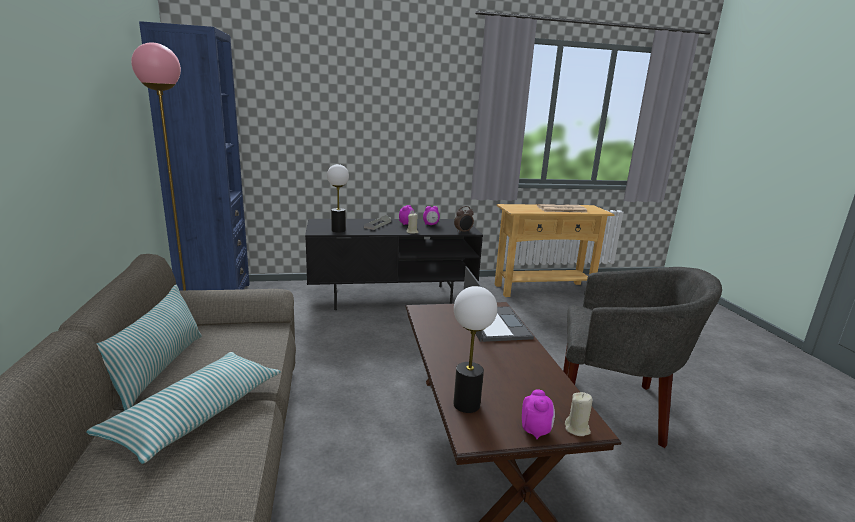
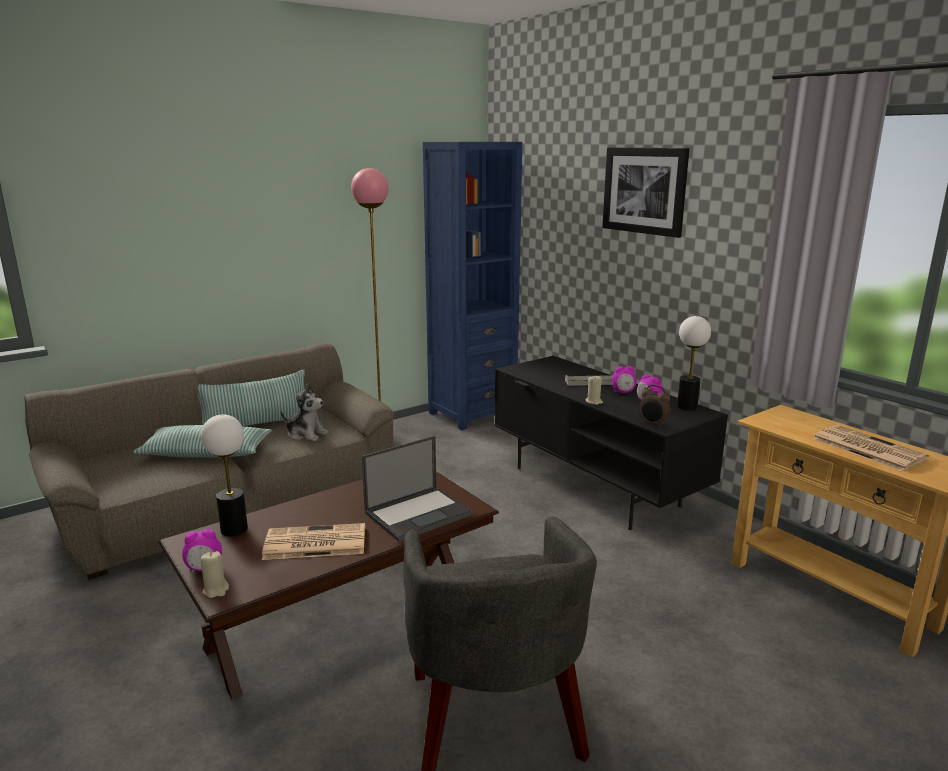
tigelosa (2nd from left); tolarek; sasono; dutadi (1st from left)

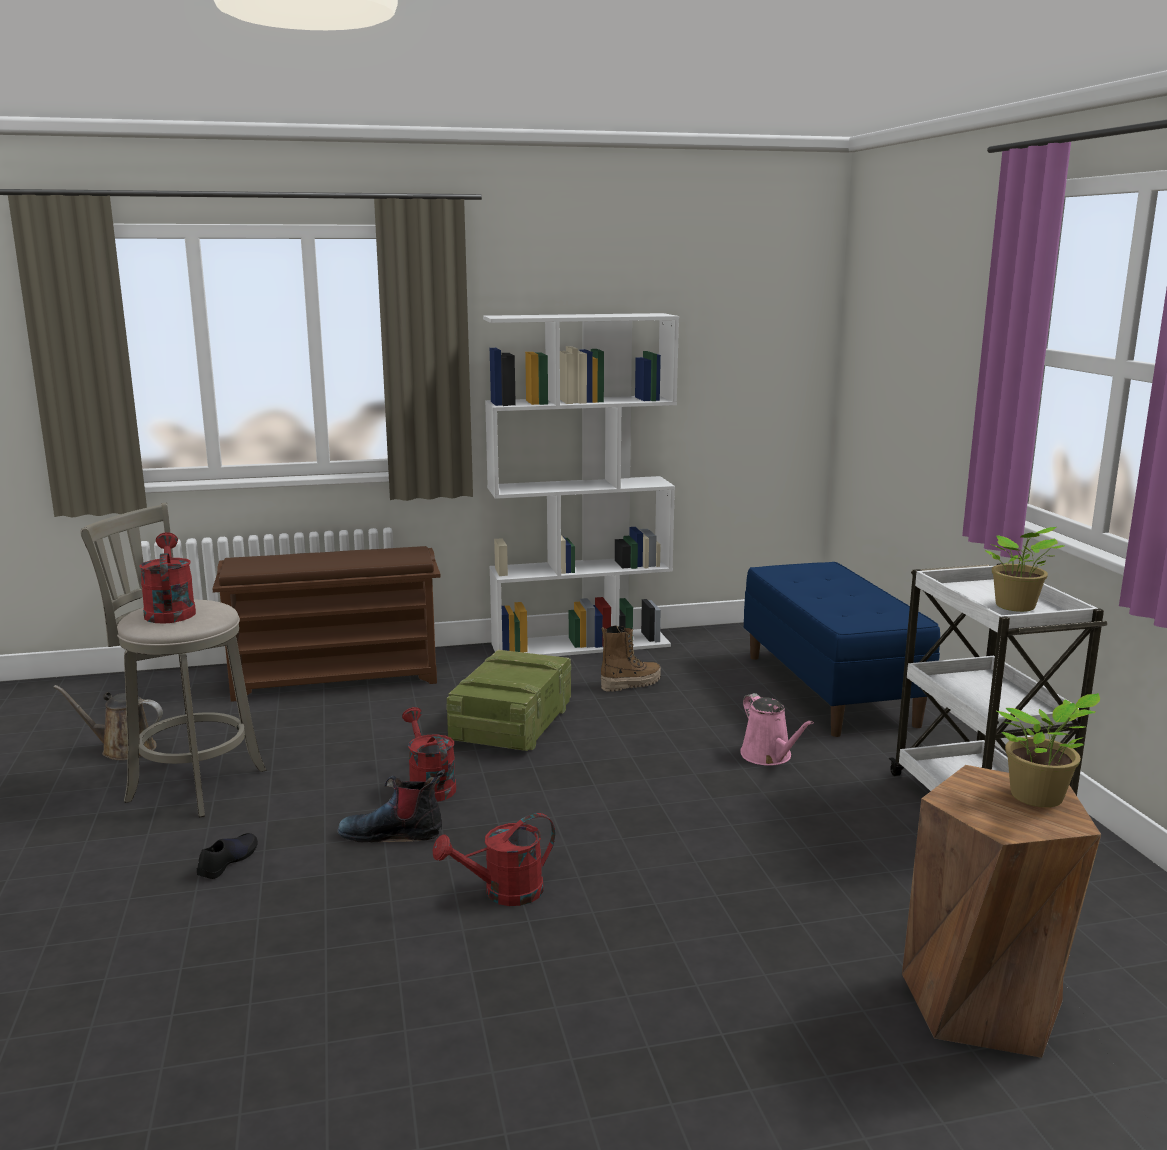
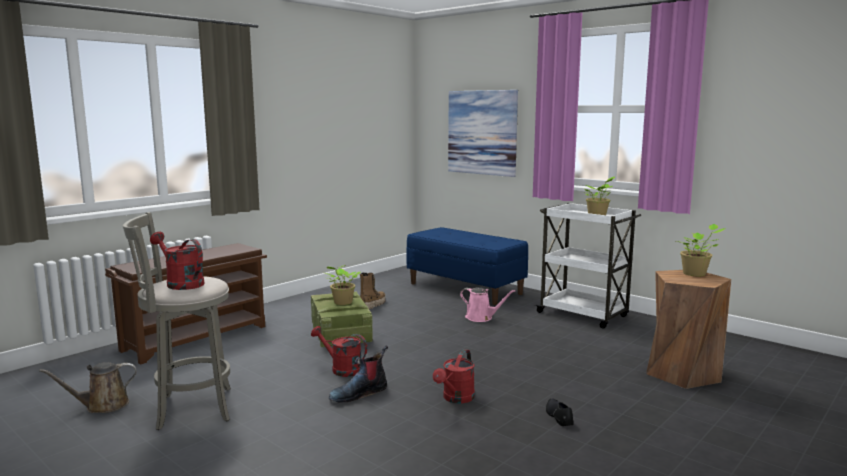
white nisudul; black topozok; tolarek; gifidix (1st from left)

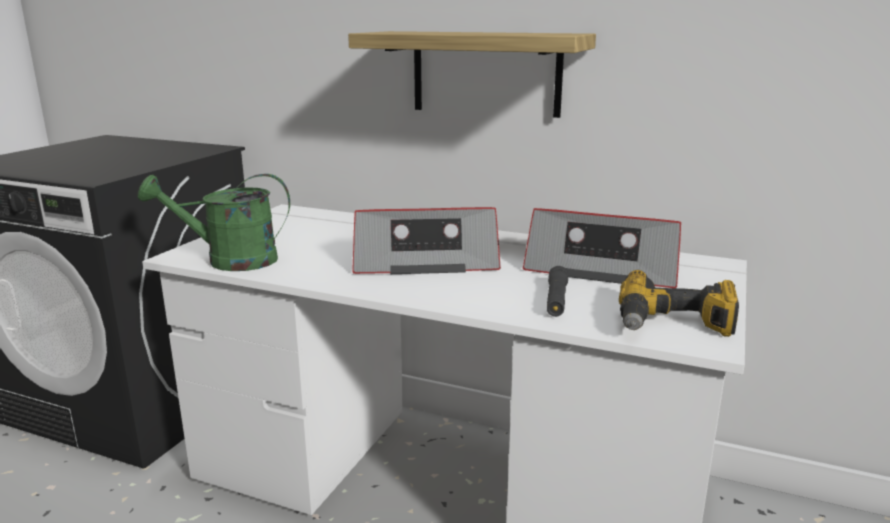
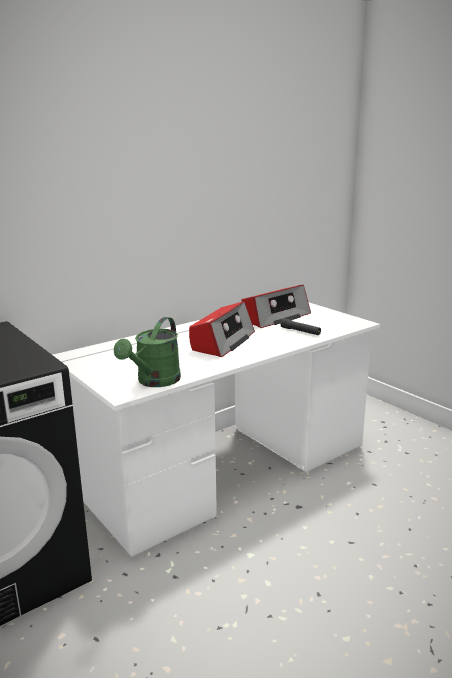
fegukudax; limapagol

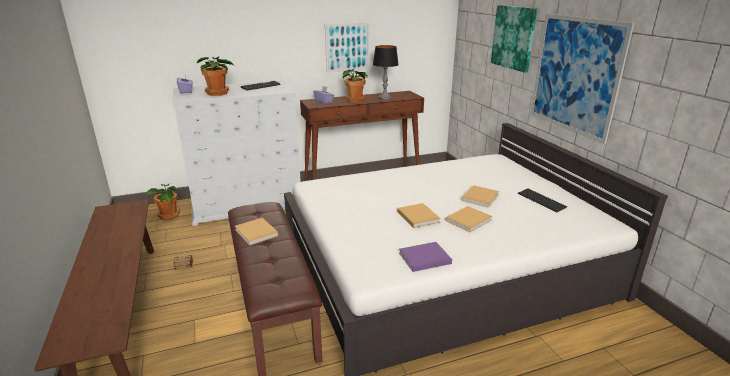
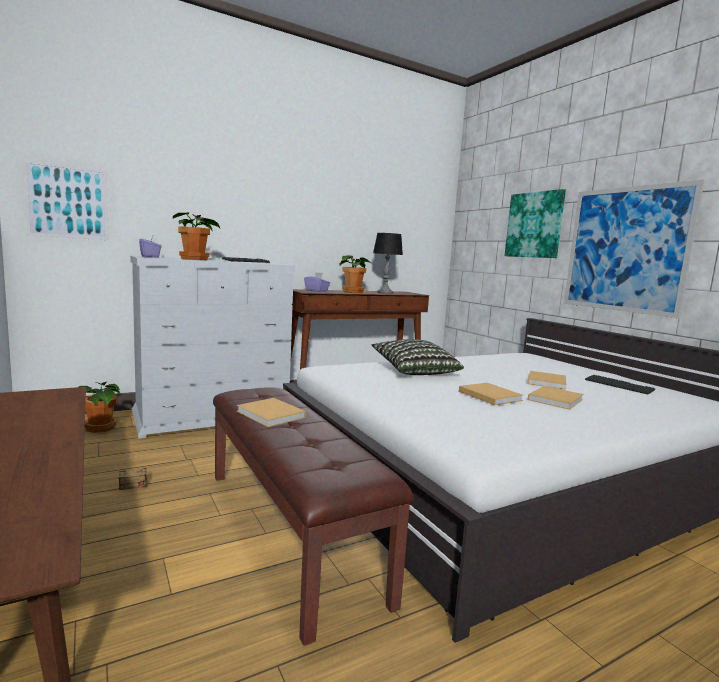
tolarek (1st from left); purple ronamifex; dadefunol

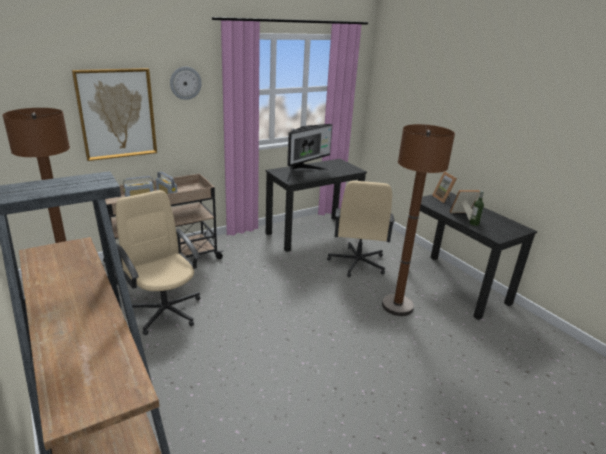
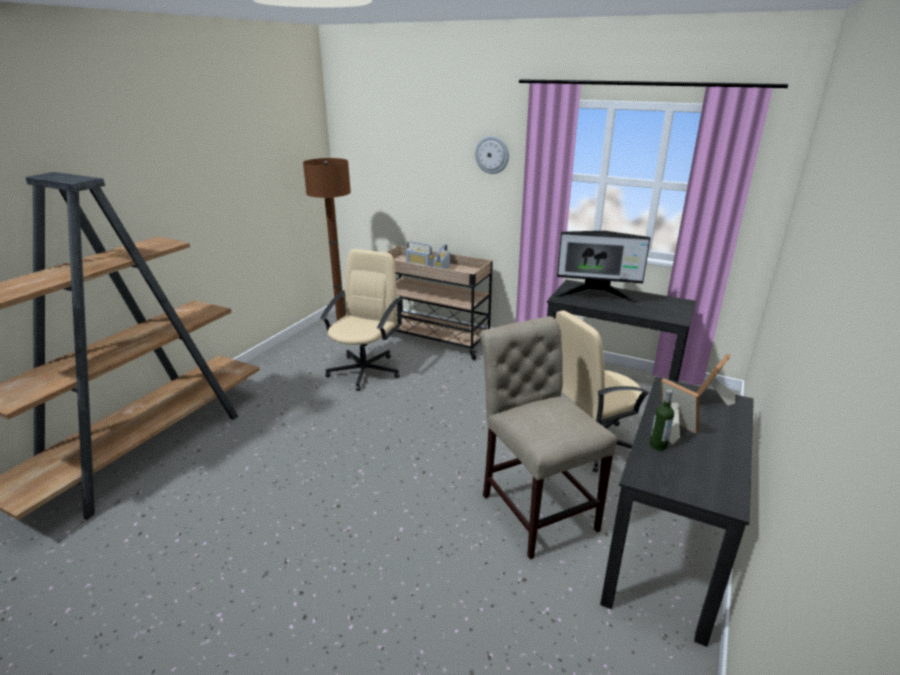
tolarek; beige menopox

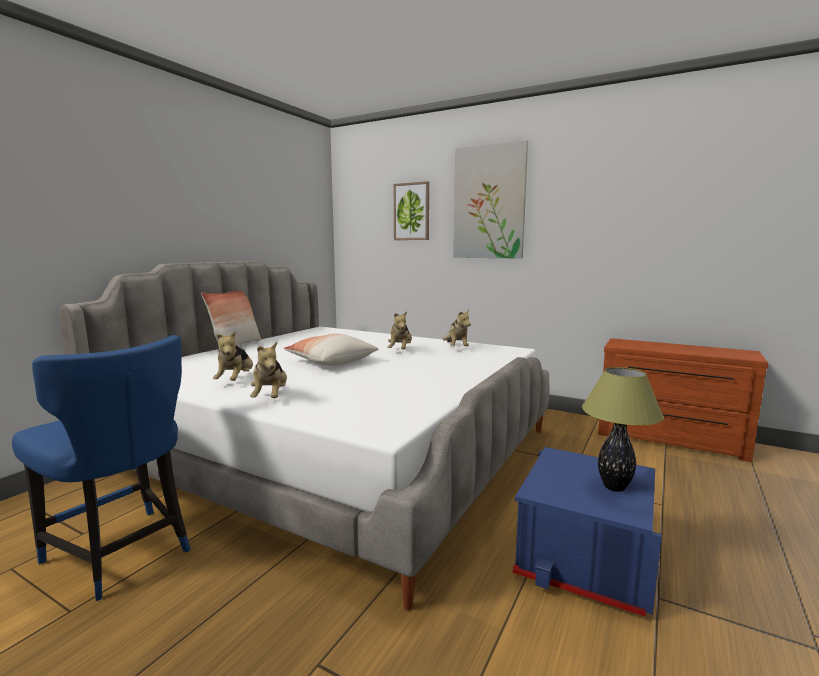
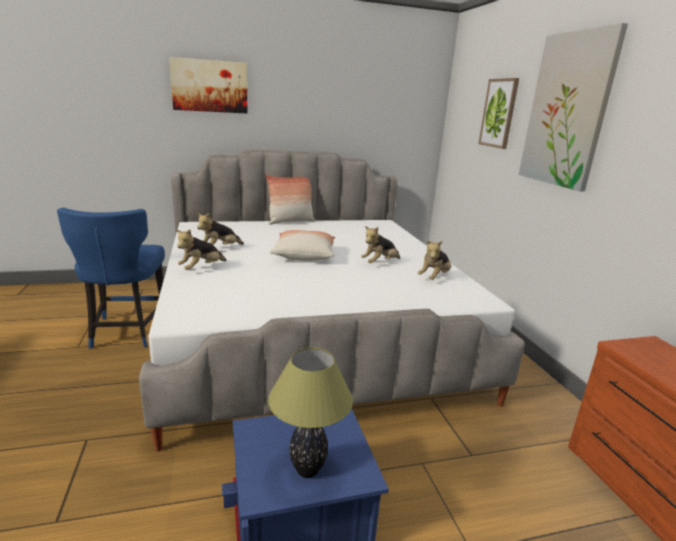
tolarek (1st from left)

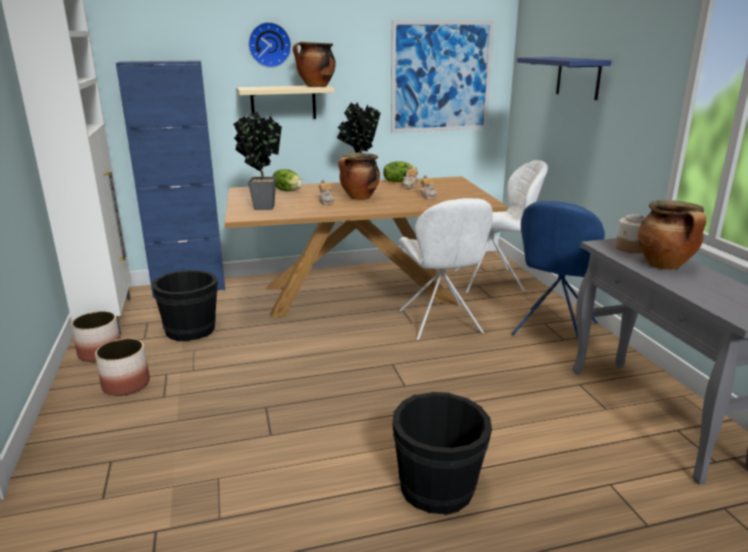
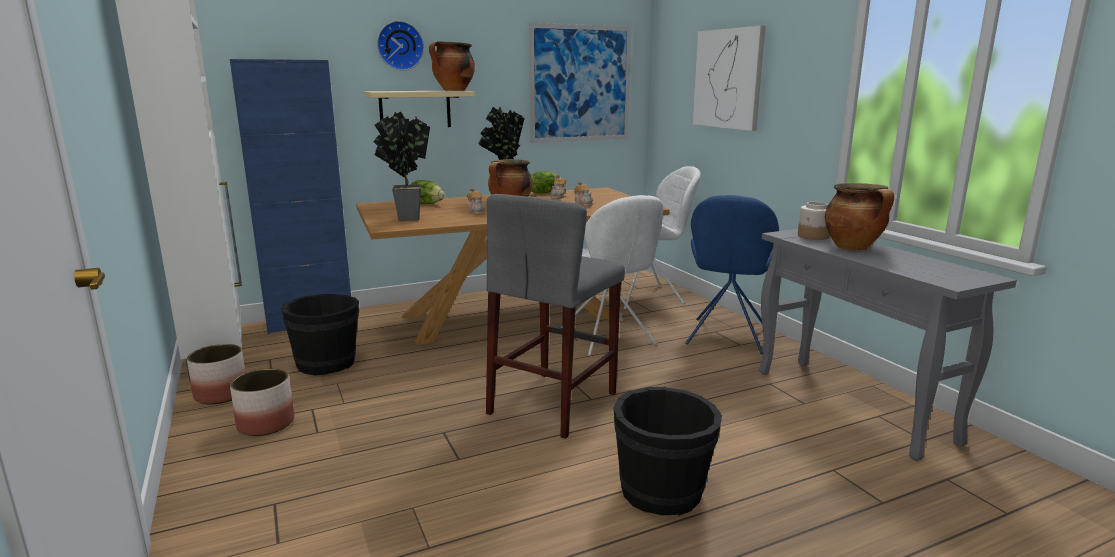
tolarek (2nd from left); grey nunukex

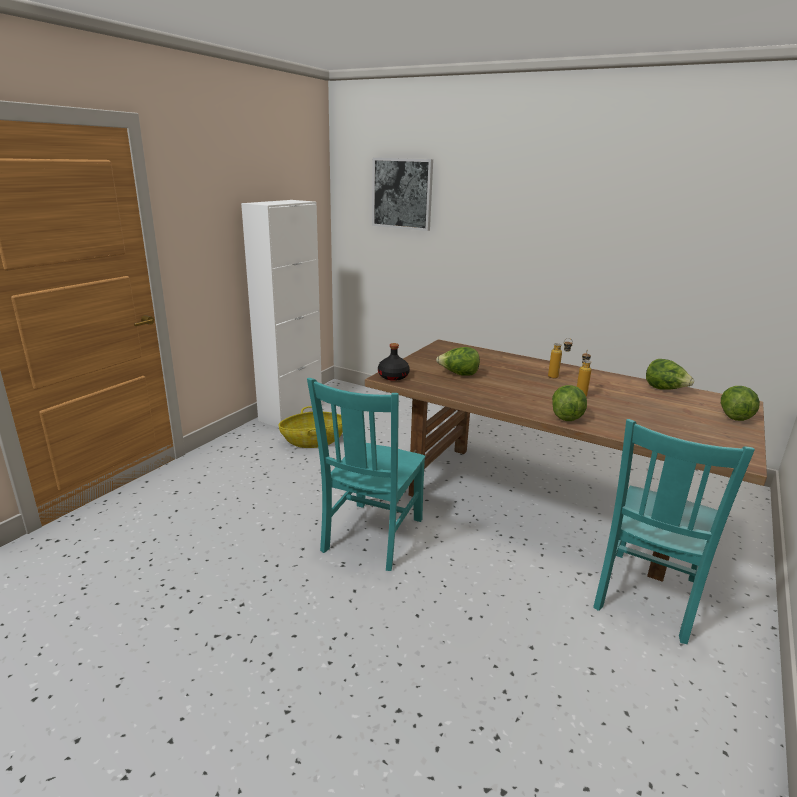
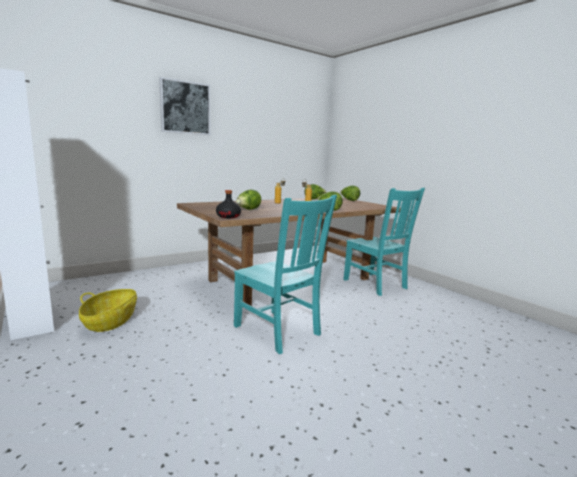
tolarek

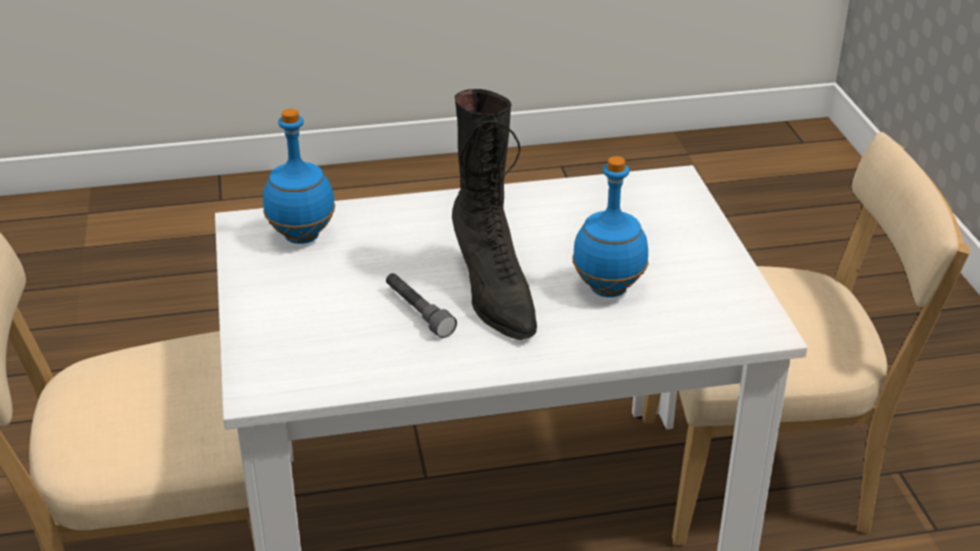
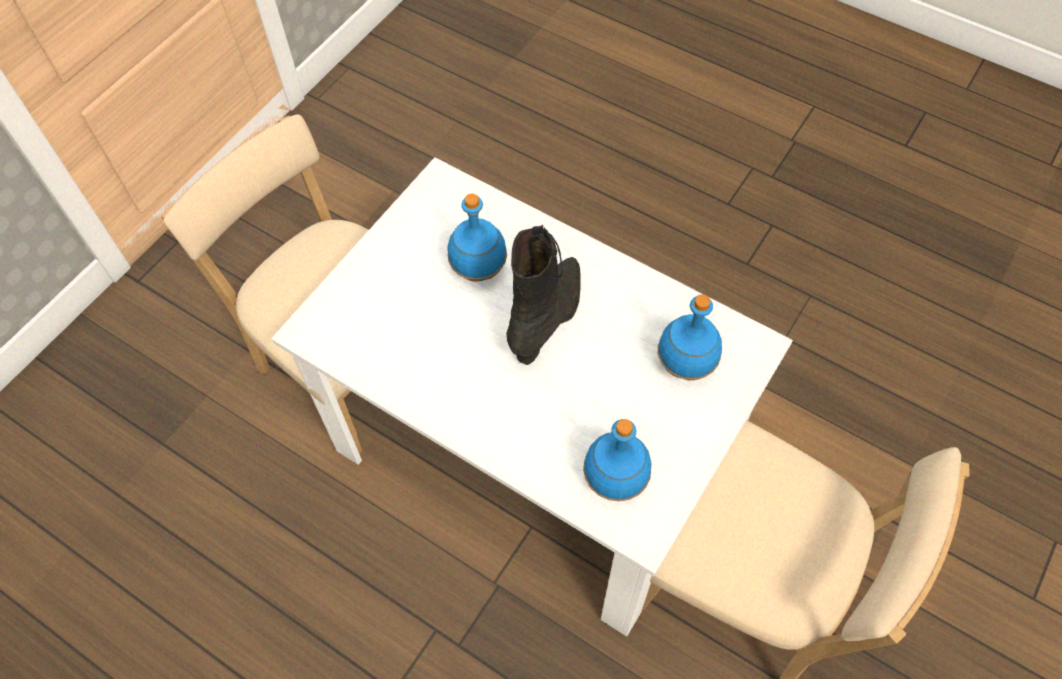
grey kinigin; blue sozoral (3rd from left)

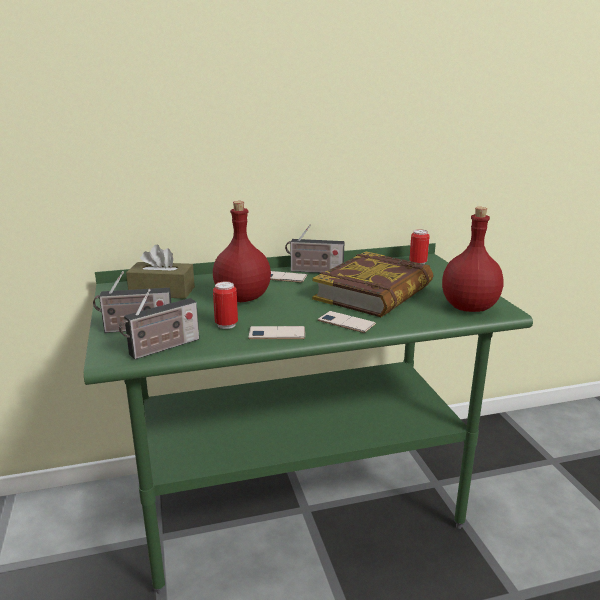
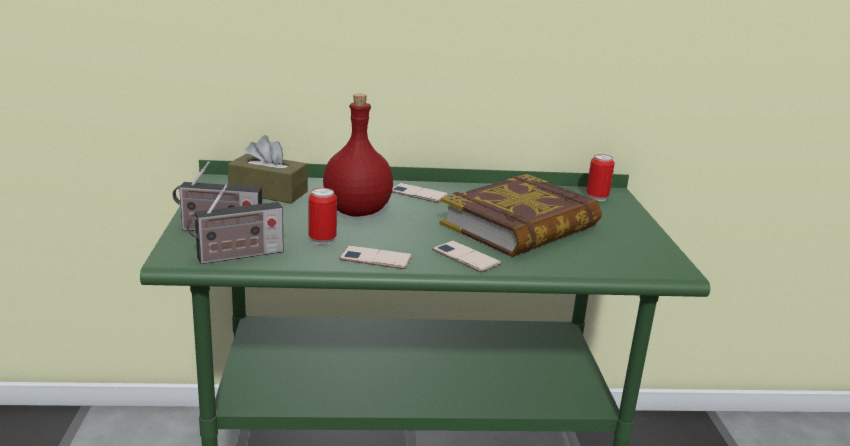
red sozoral (2nd from left in the first image); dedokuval (3rd from left in the first image)

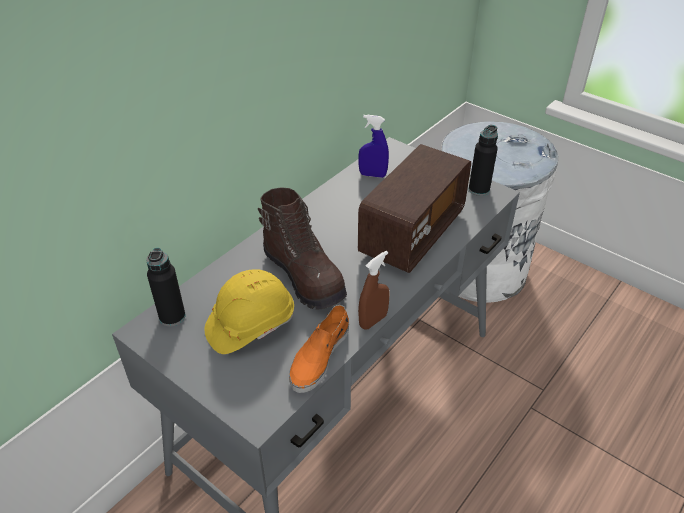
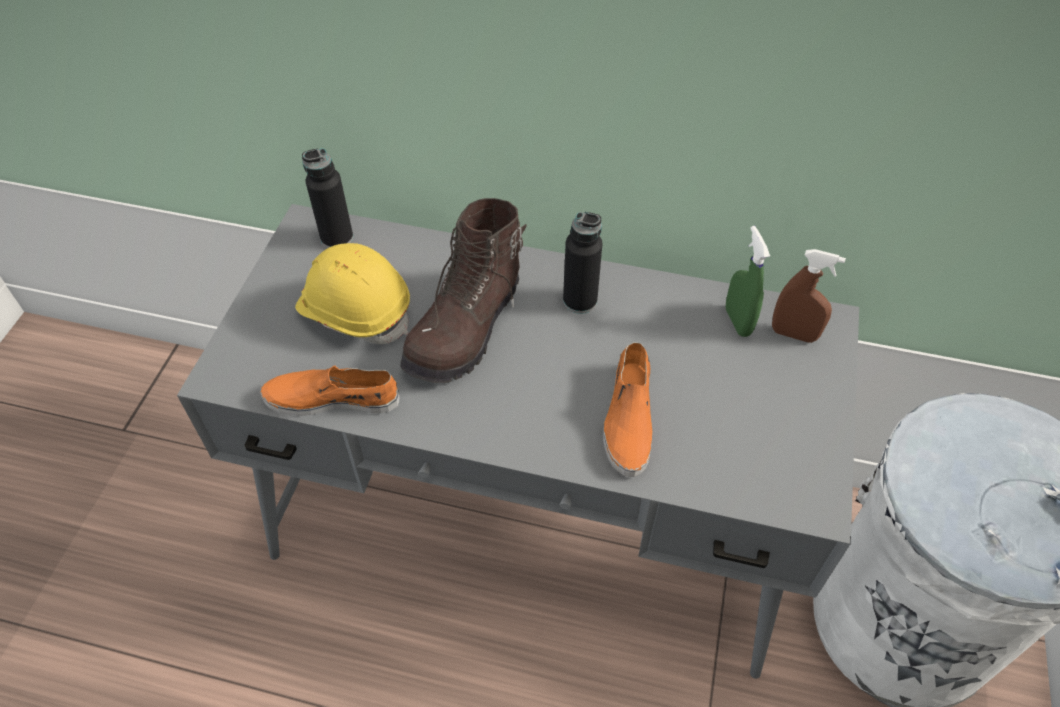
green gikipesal; black sozoral (2nd from left); orange topozok (2nd from left); brown gikipesal

